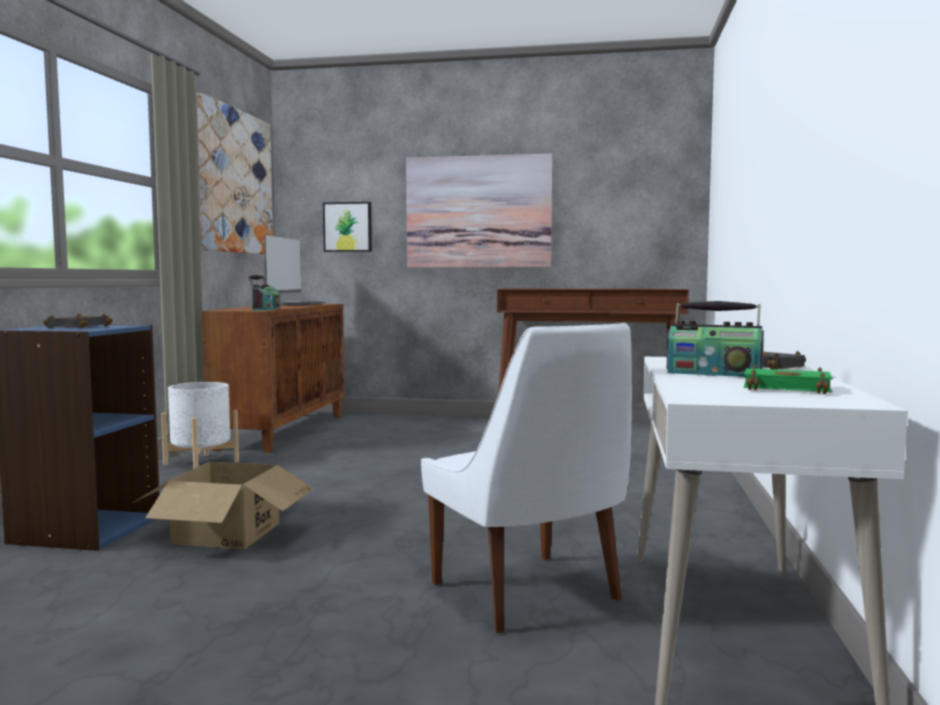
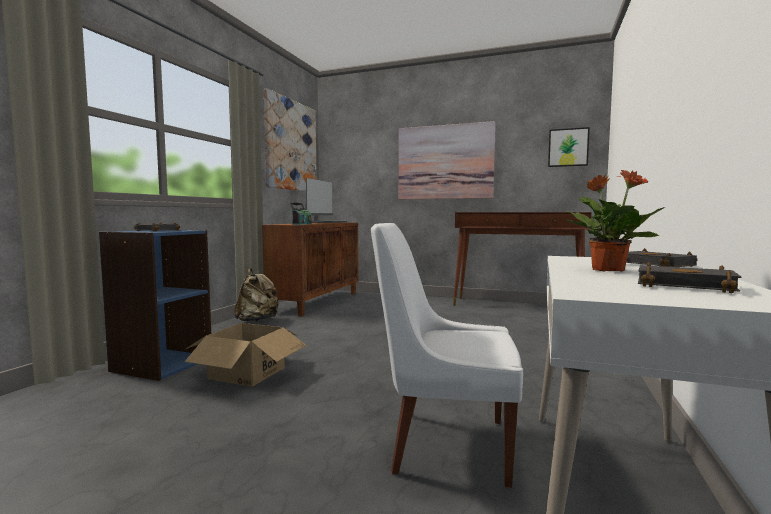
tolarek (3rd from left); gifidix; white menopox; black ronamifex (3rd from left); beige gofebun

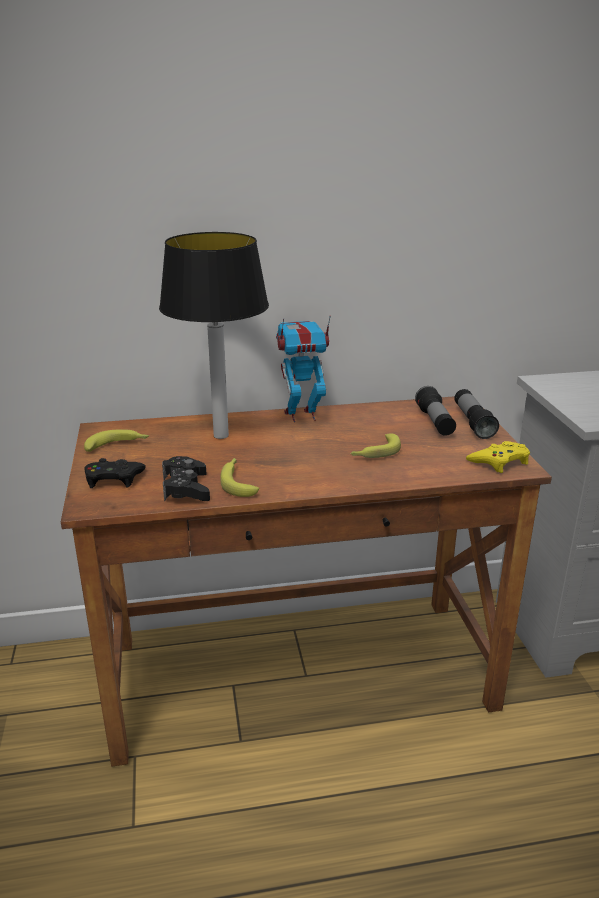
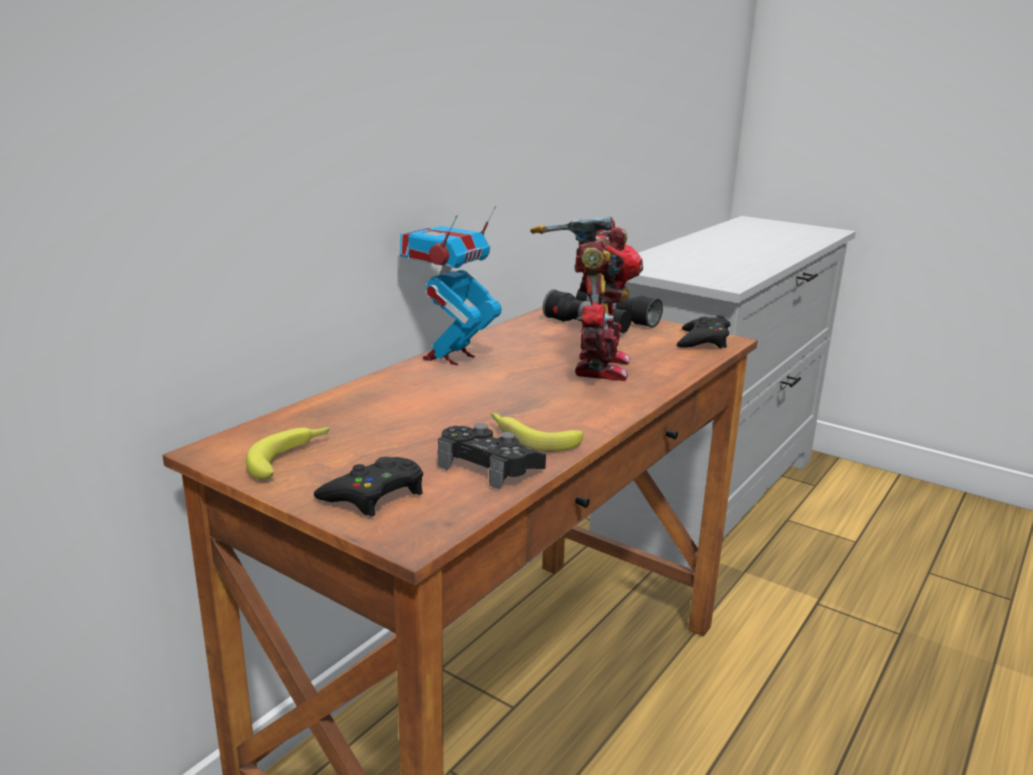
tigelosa; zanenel (2nd from left); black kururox (3rd from left)

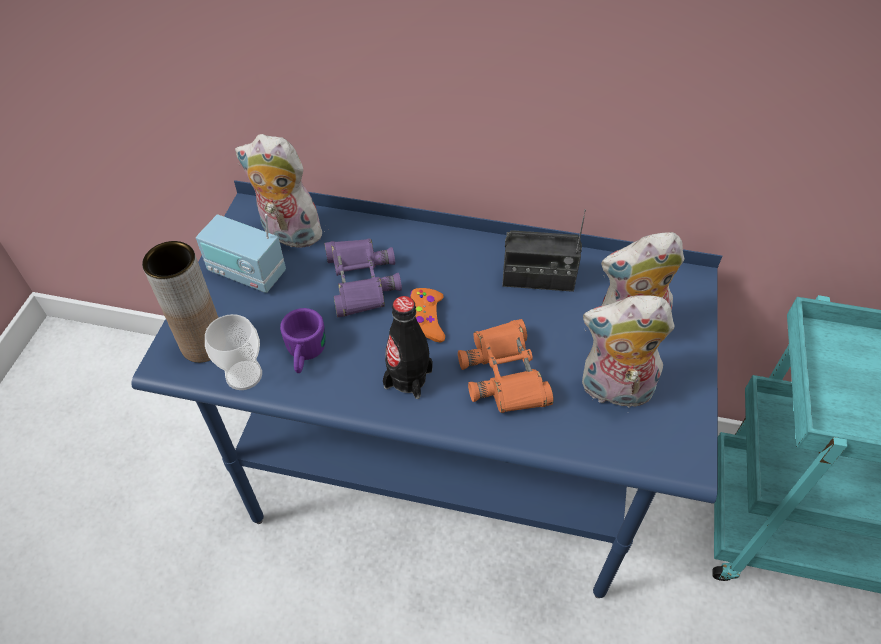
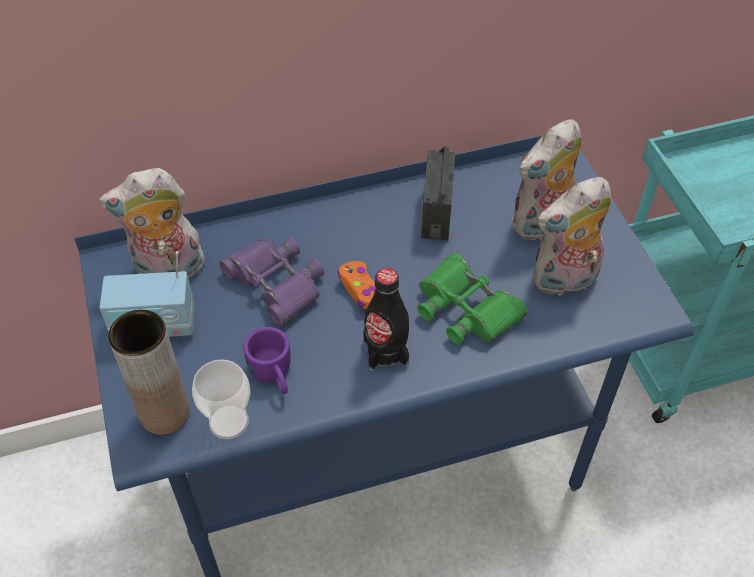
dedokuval (2nd from left); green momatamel

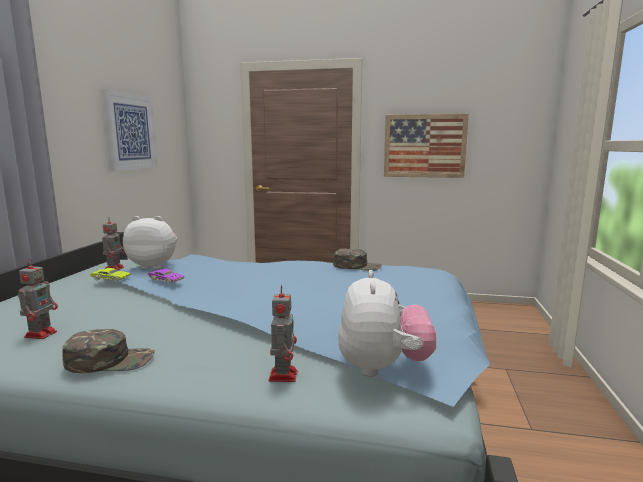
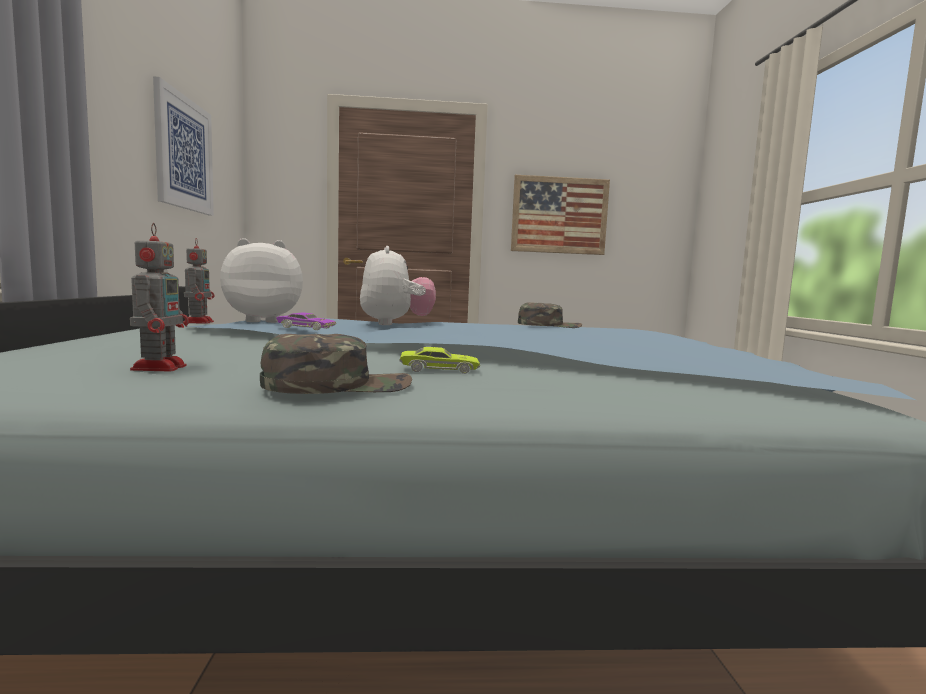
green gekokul; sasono (2nd from left); zanenel (3rd from left in the first image)

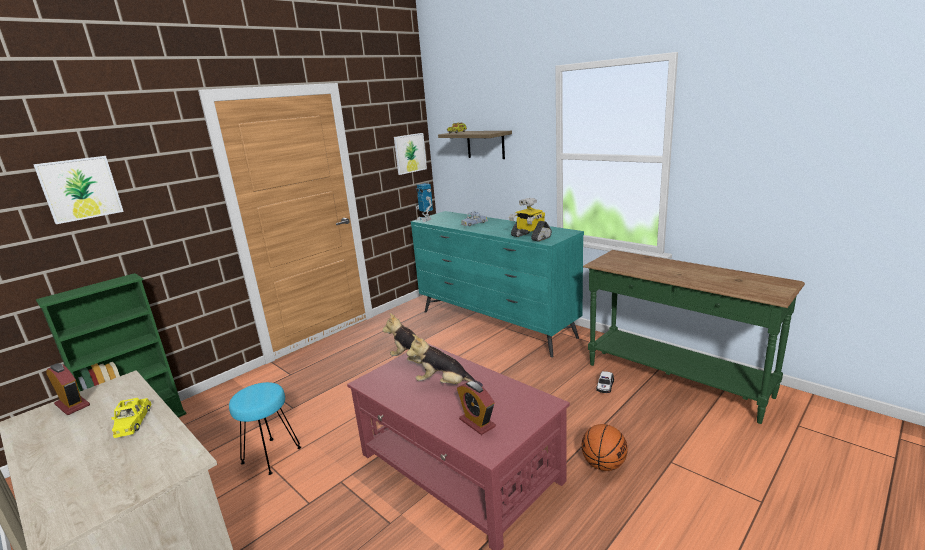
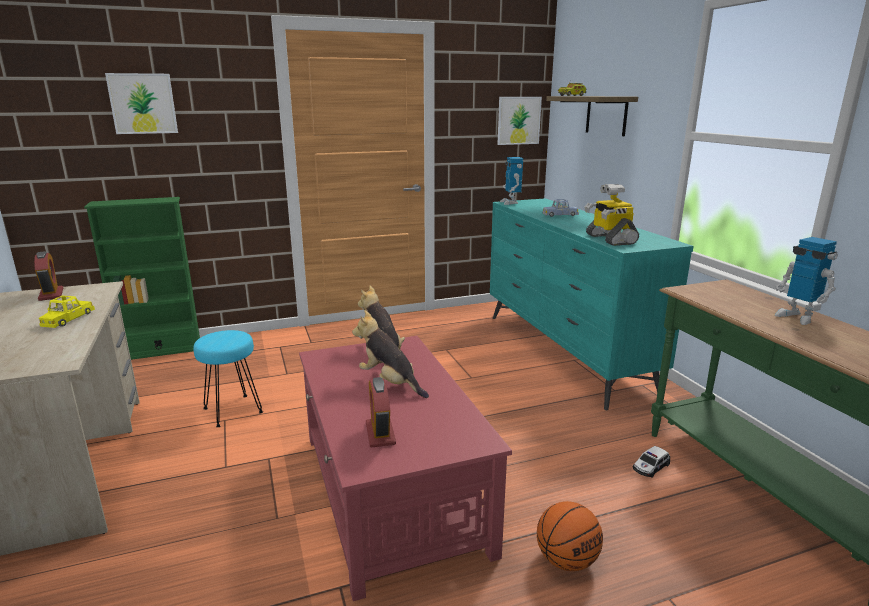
zanenel (3rd from left)

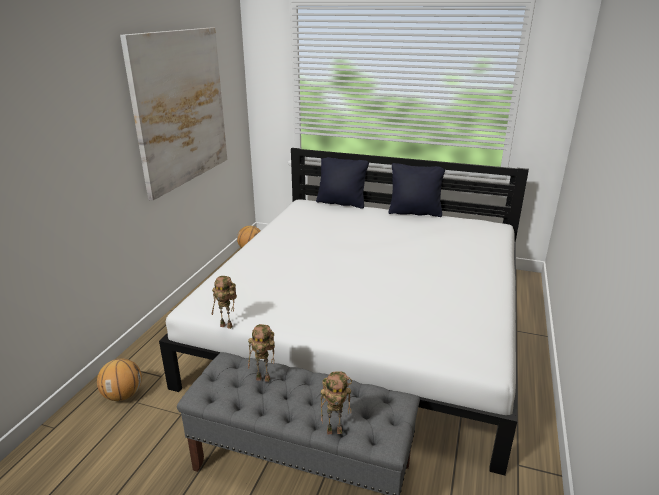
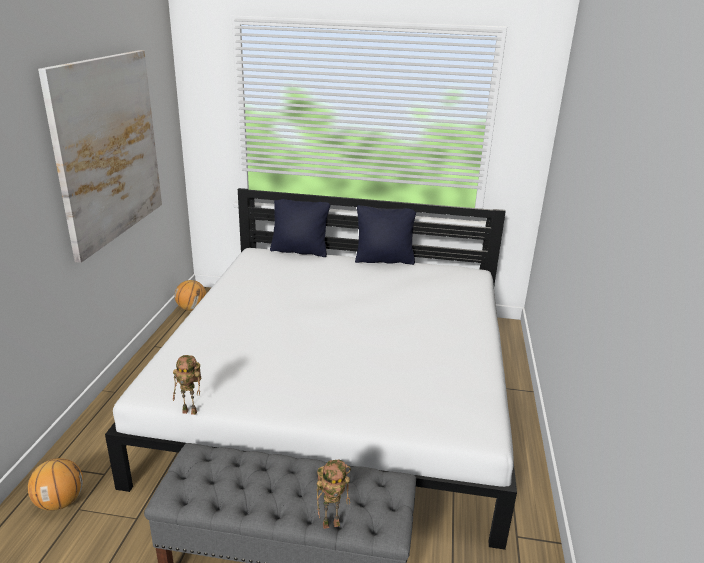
zanenel (2nd from left in the first image)

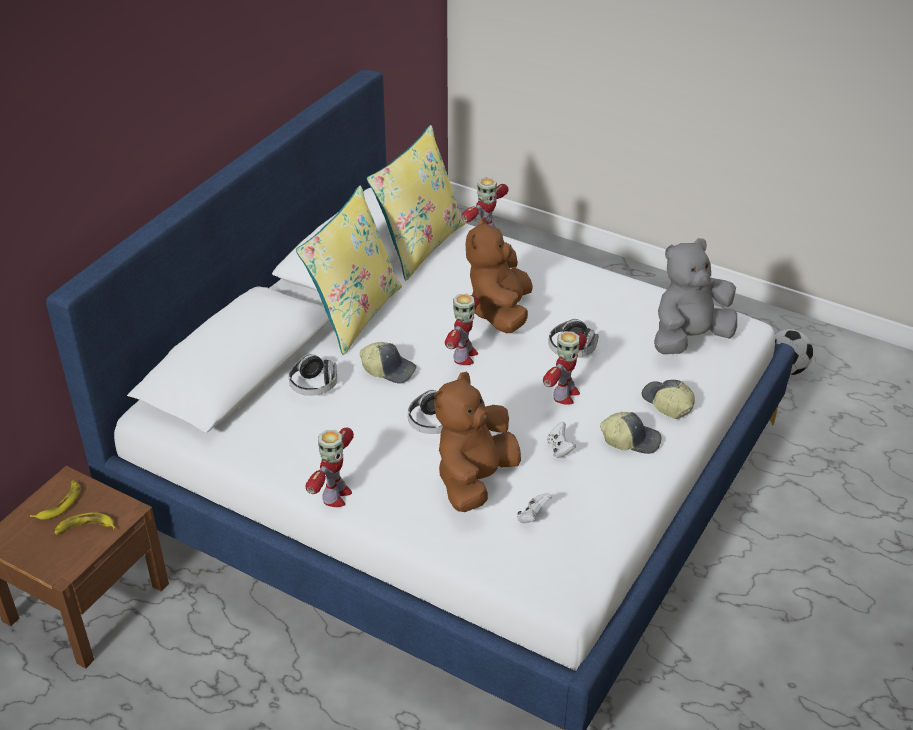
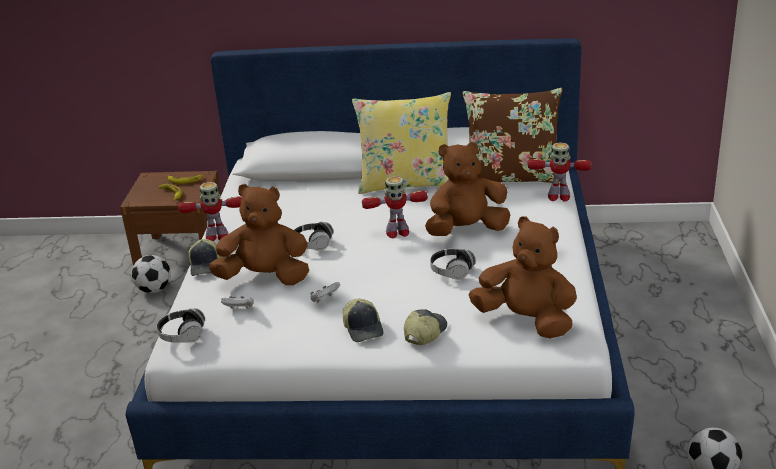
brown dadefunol; brown sasono (3rd from left); zanenel (4th from left in the first image); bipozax (1st from left); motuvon (1st from left); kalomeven (1st from left)

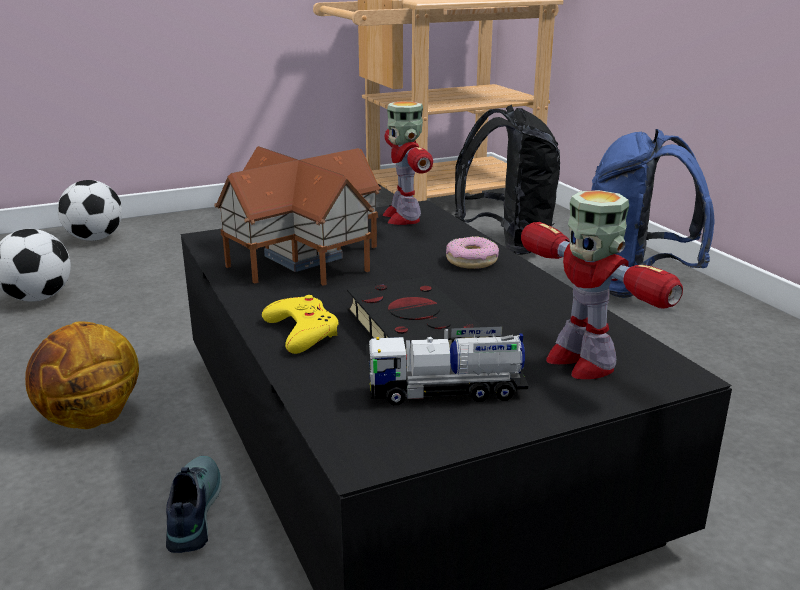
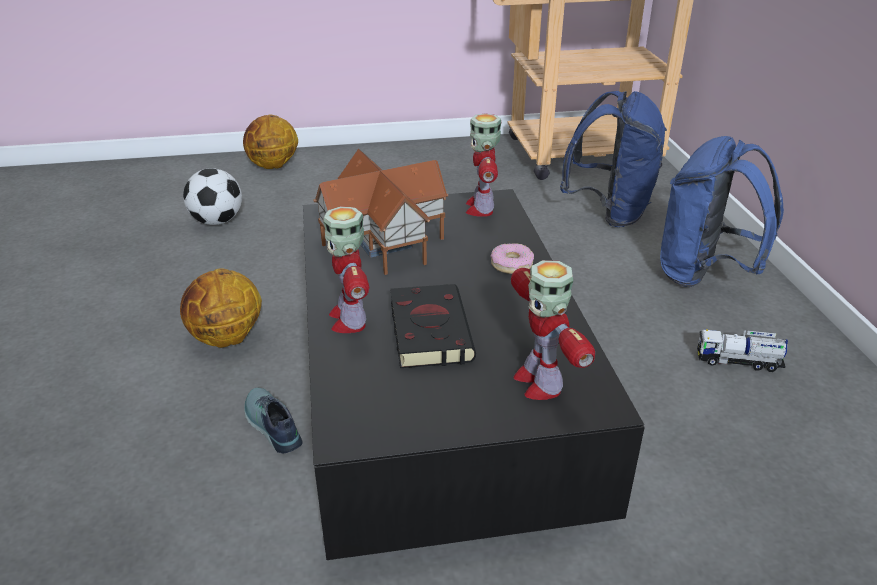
blue gofebun (1st from left); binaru (2nd from left); zanenel (1st from left); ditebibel; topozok

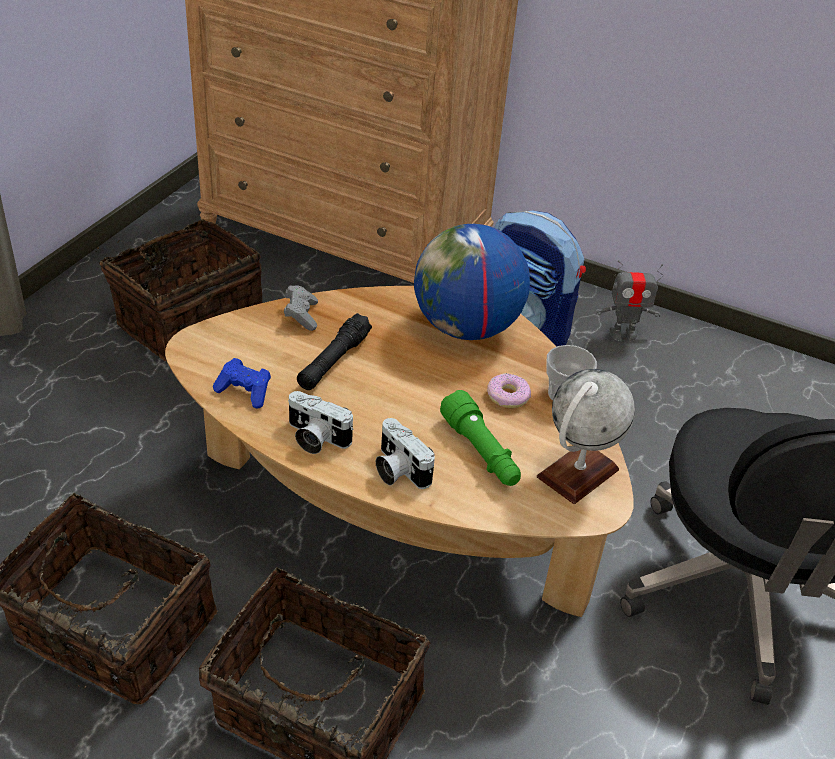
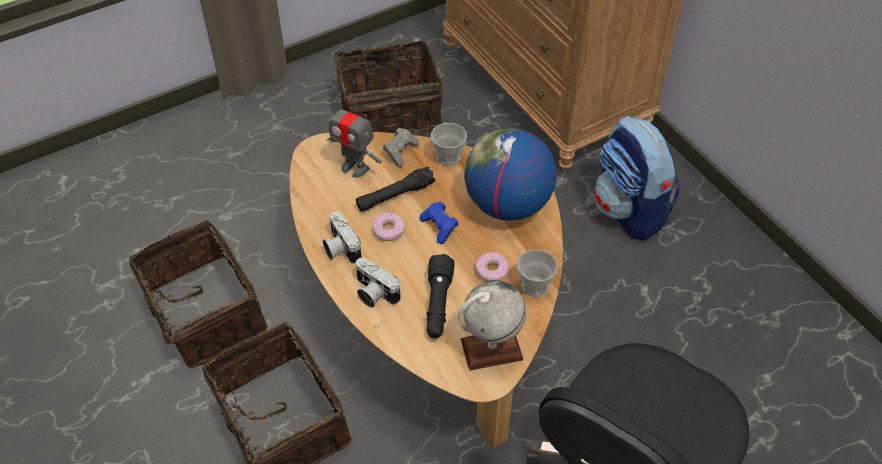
zanenel; blue kururox; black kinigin (2nd from left); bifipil (2nd from left); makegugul (1st from left); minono (1st from left)

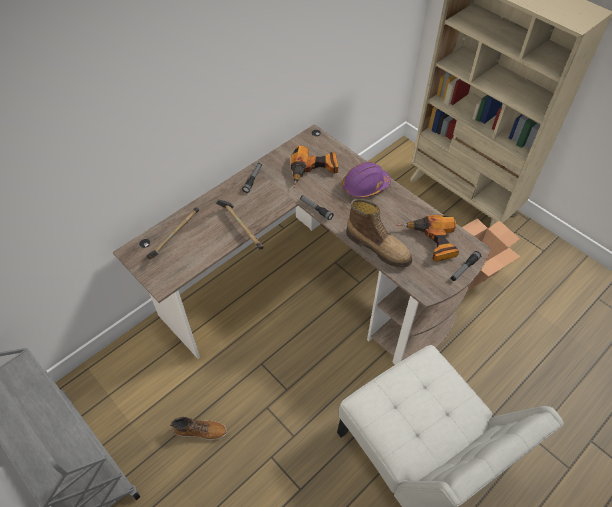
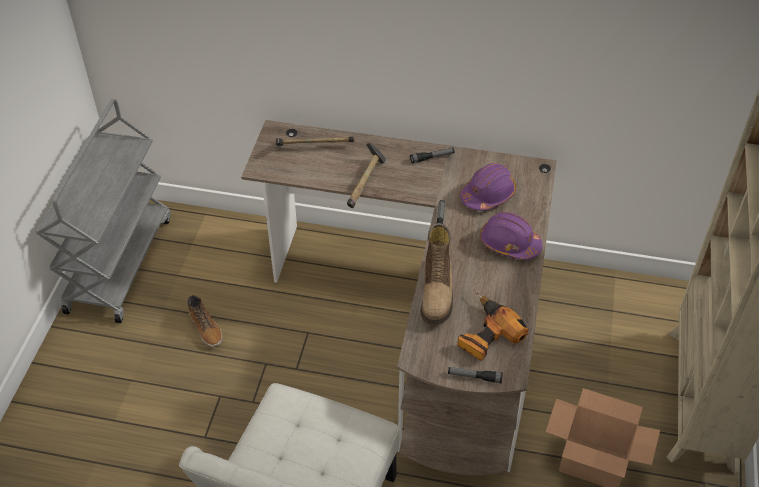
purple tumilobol (1st from left)

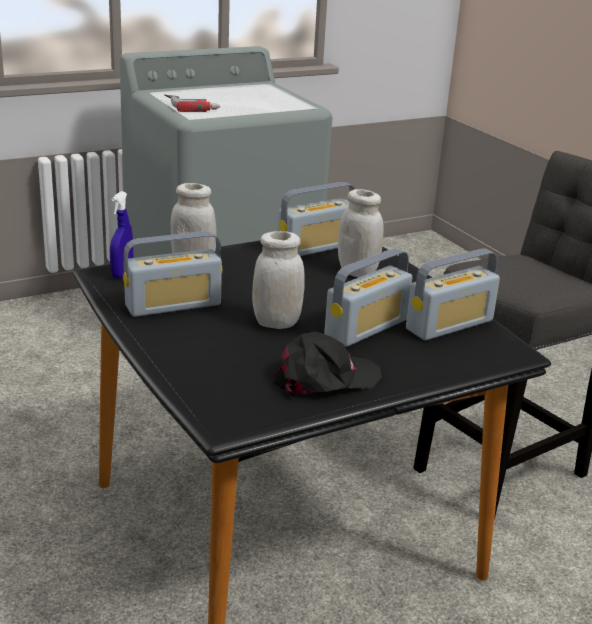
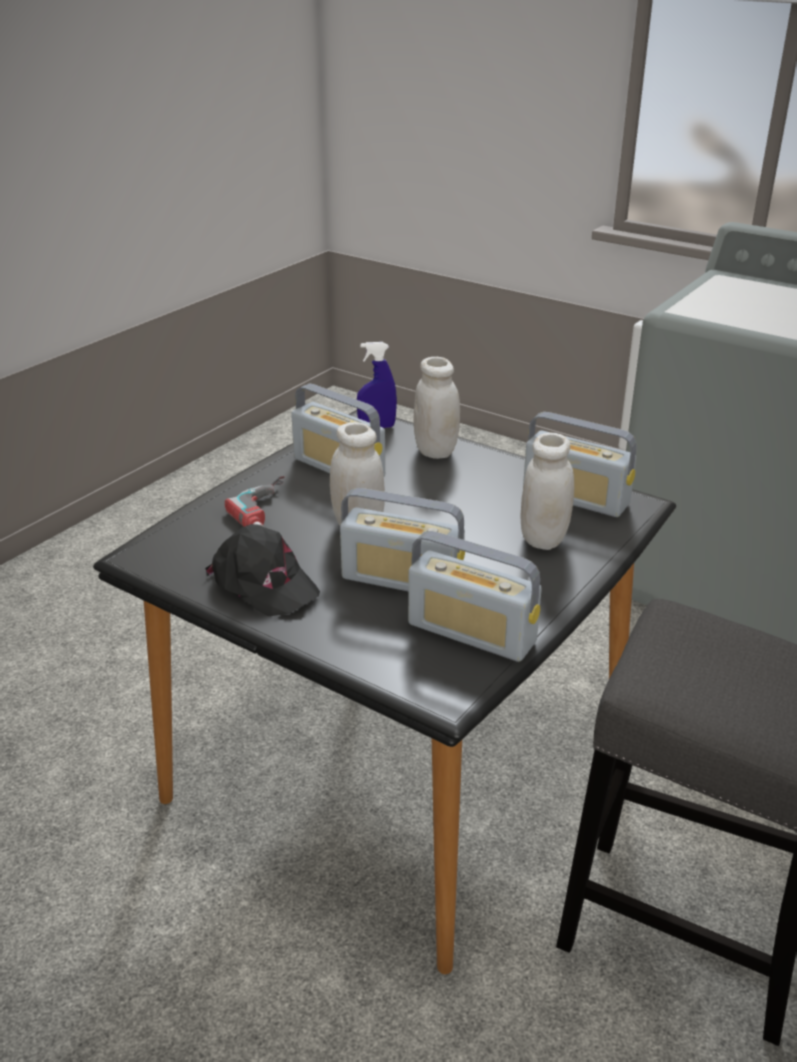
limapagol

